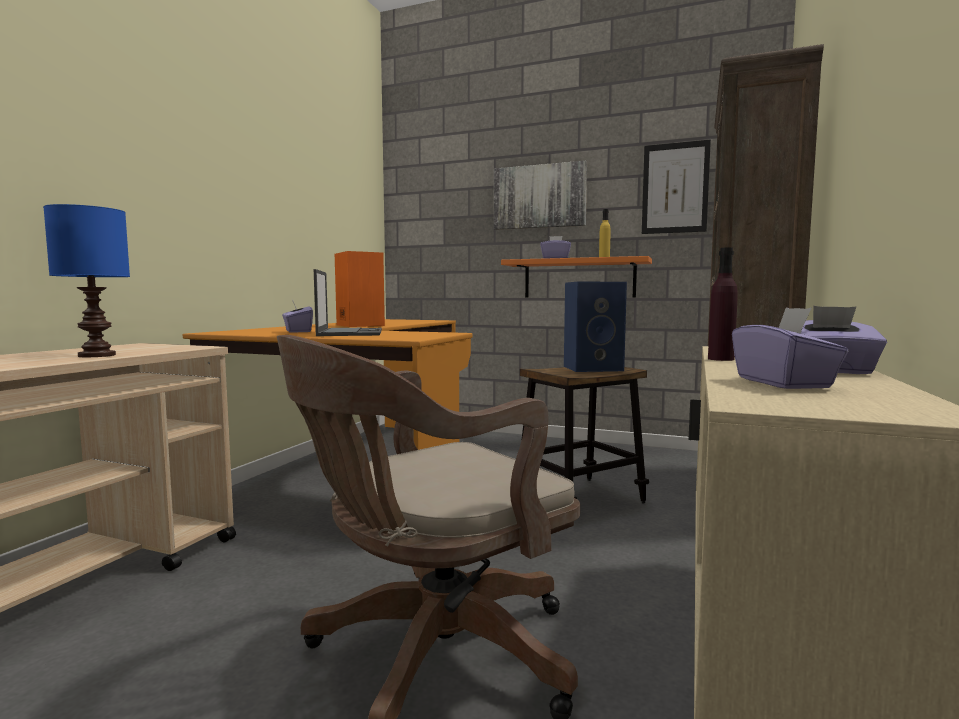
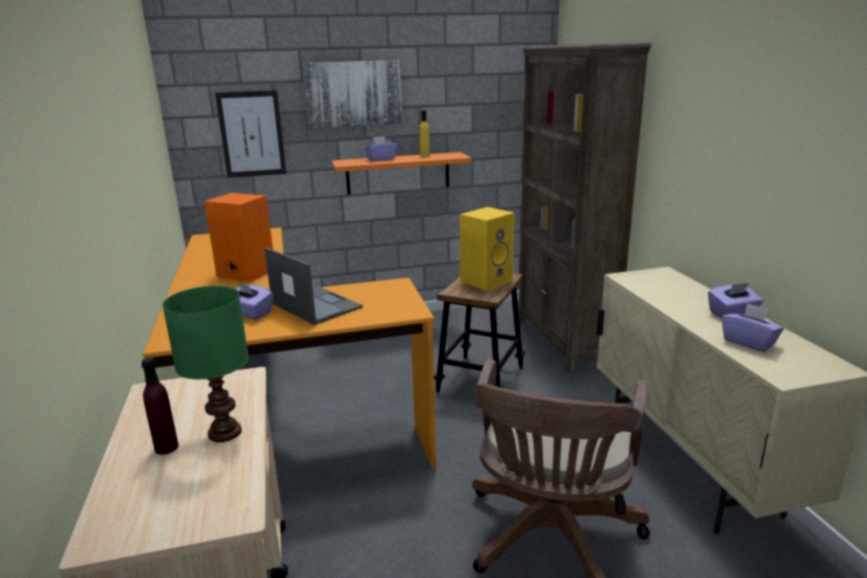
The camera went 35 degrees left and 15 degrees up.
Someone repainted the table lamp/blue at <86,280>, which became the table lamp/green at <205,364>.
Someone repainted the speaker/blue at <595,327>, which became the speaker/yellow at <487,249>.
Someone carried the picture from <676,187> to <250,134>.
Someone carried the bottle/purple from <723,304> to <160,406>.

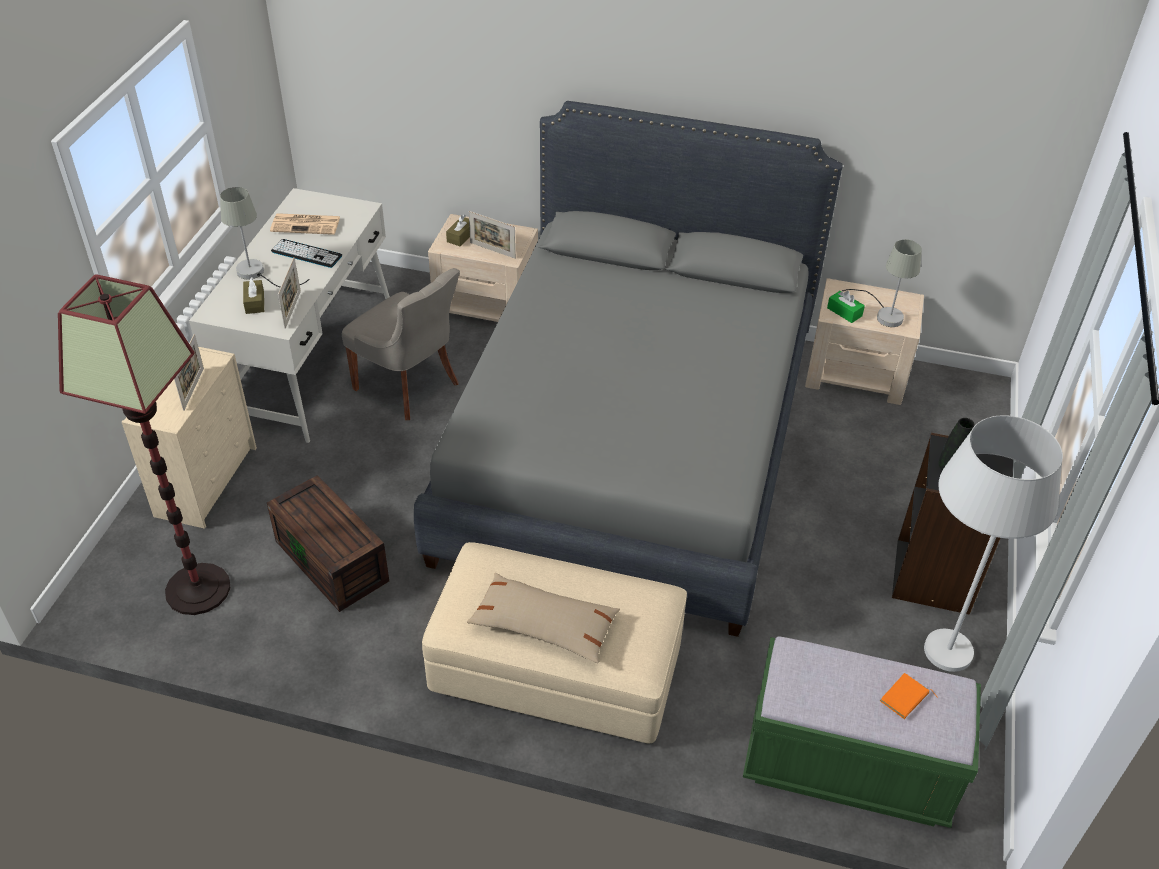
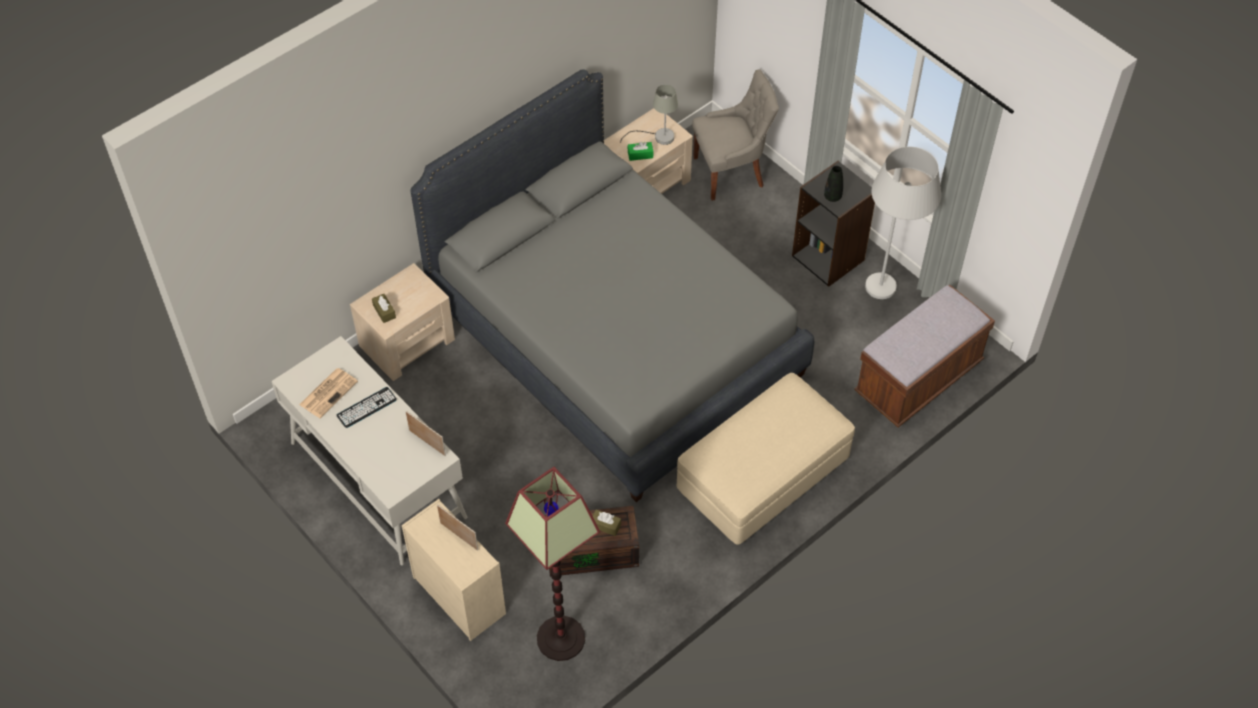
The camera went 55 degrees left and 10 degrees up.
Someone took away the table lamp/grey at <265,237>.
Someone carried the tissue box/brown from <253,295> to <607,522>.
Someone carried the chair/grey from <401,344> to <735,135>.
Someone took away the pillow/beige at <543,618>.
Someone took away the picture frame at <492,234>.
Someone repainted the bench/green at <862,732>, which became the bench/brown at <924,356>.
Someone took away the book/orange at <909,696>.

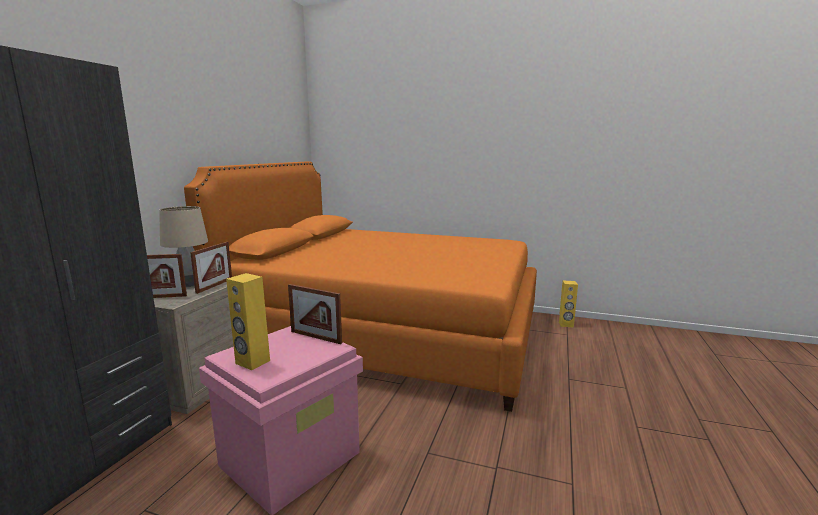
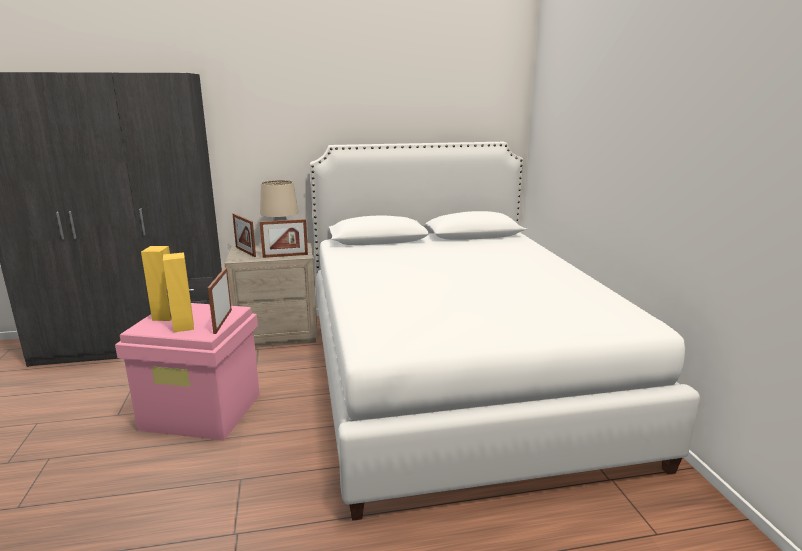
The camera went 60 degrees right and 5 degrees up.
Someone repainted the bed/orange at <360,286>, which became the bed/white at <505,331>.
Someone carried the speaker/yellow from <568,304> to <178,292>.

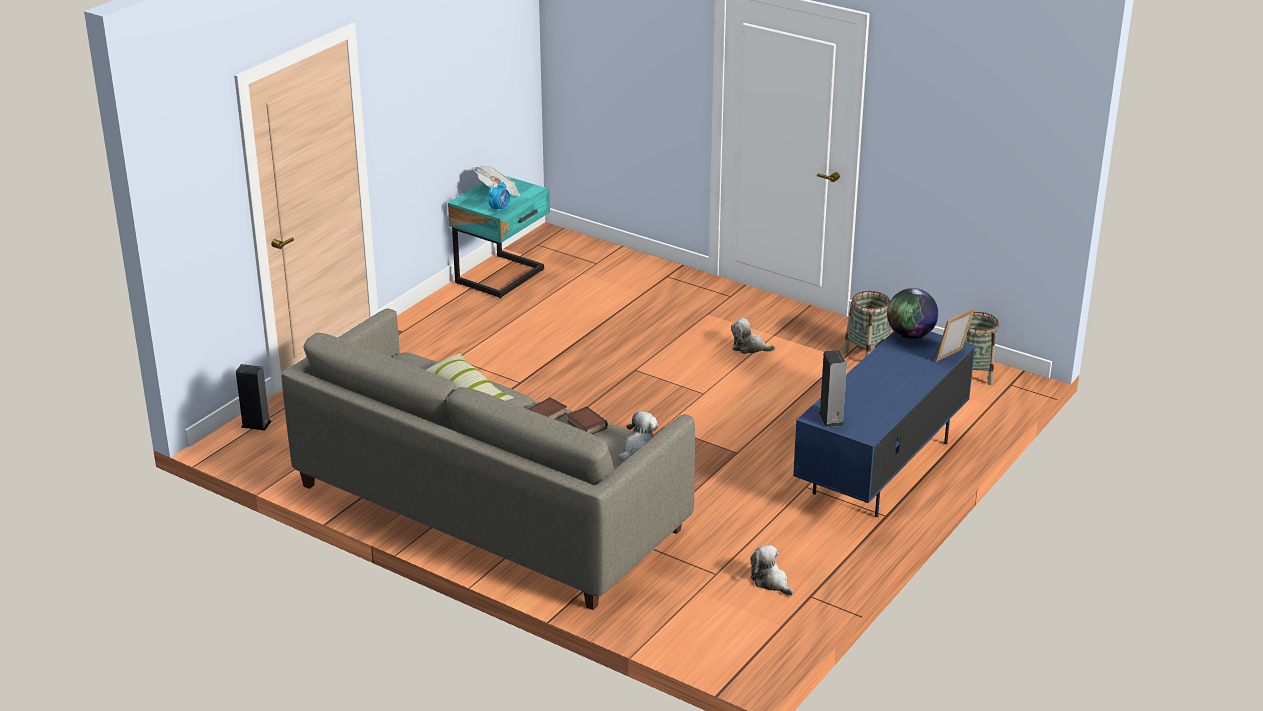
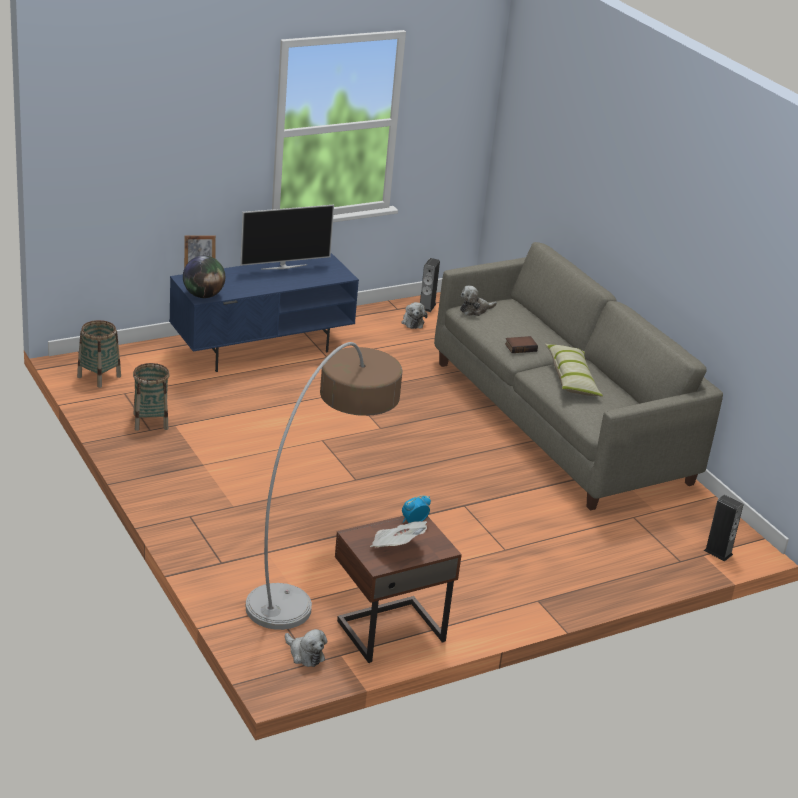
The camera went 155 degrees left and 0 degrees up.
Someone repainted the nightstand/turquoise at <499,237>, which became the nightstand/brown at <398,589>.
Someone took away the book at <587,420>.
Someone carried the plush toy from <753,336> to <306,648>.
Someone carried the speaker from <832,388> to <430,285>.
Someone put down the television at <287,237>.
Someone put down the floor lamp at <324,486>.

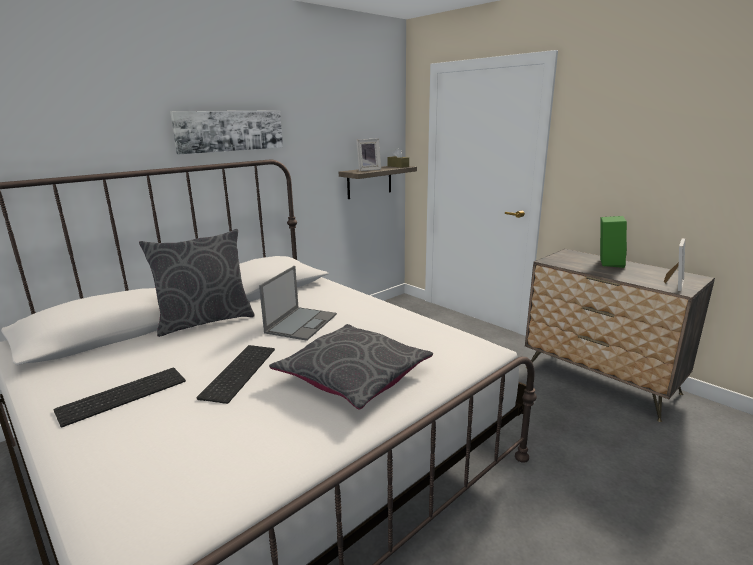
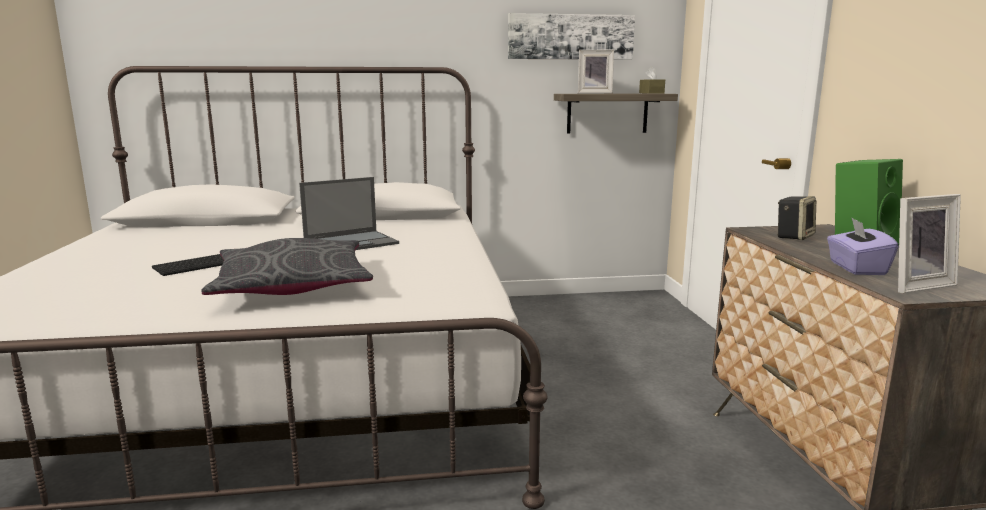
The camera went 35 degrees right and 5 degrees down.
Someone took away the keyboard at <119,397>.
Someone took away the pillow/grey at <196,283>.
Someone carried the picture from <226,132> to <571,36>.
Someone put down the speaker at <796,218>.
Someone put down the tissue box/purple at <863,246>.

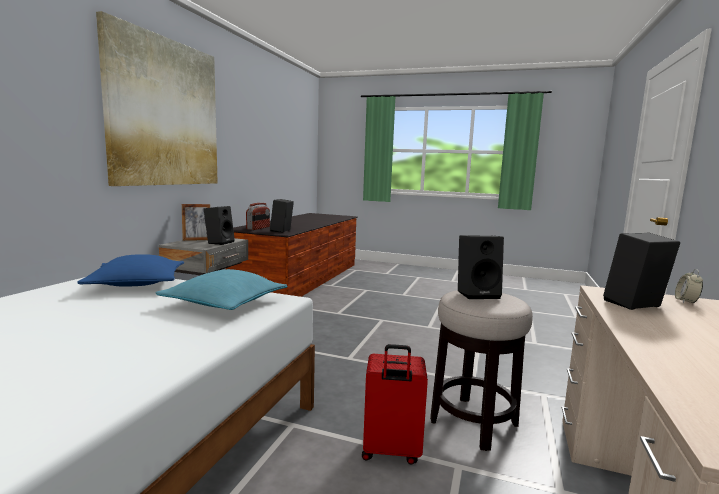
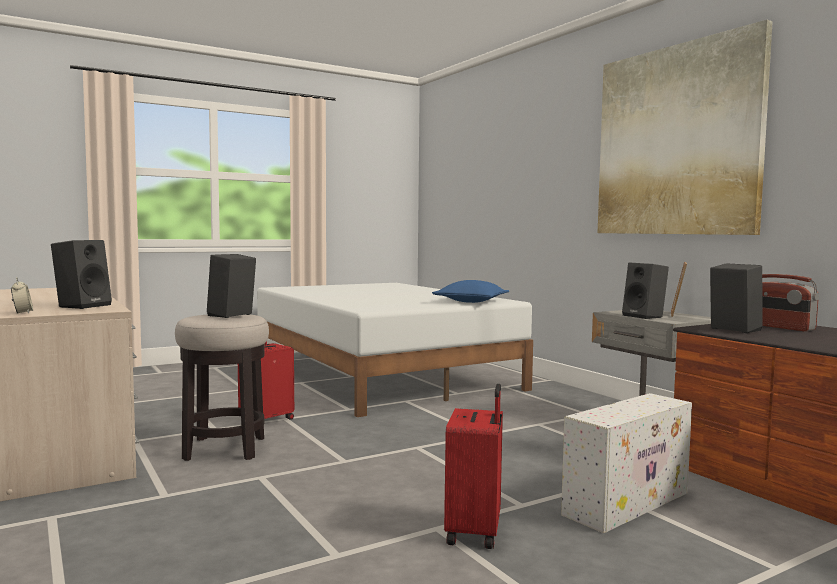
The camera went 130 degrees right and 5 degrees down.
Someone took away the pillow/turquoise at <222,289>.
Someone put down the suitcase/red at <473,466>.
Someone put down the storage box/white at <626,463>.

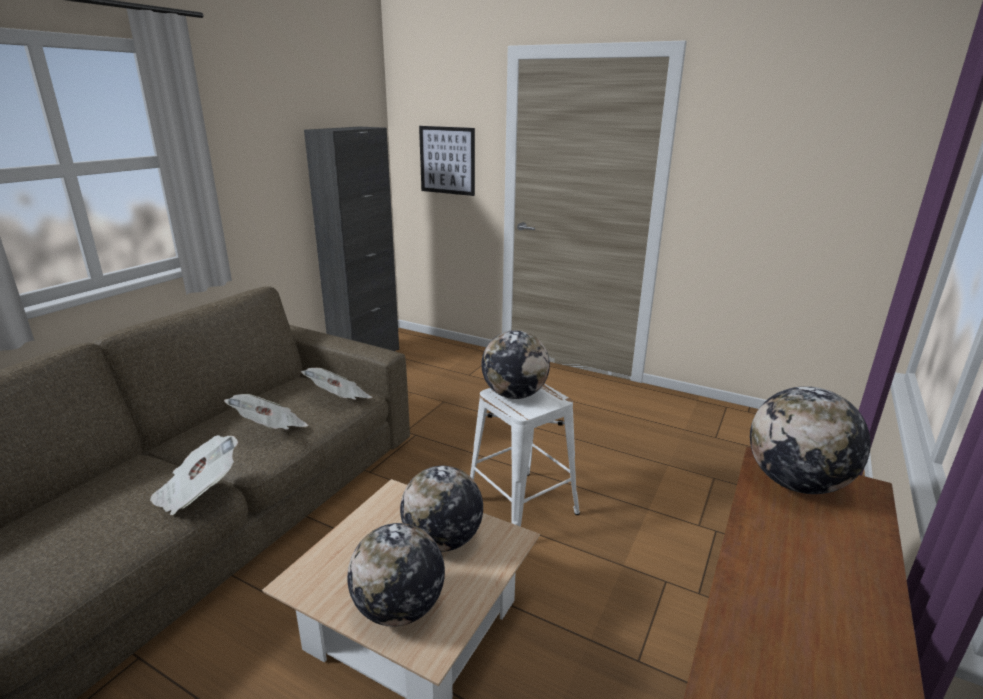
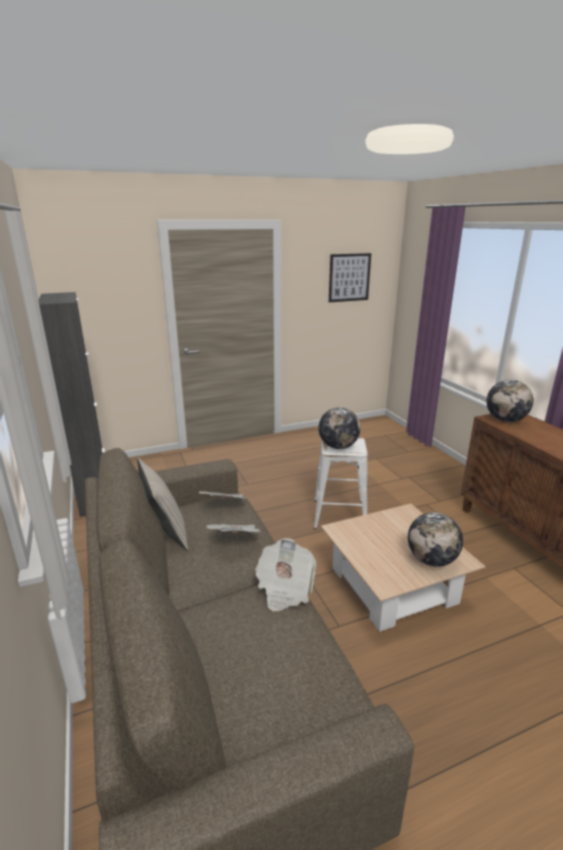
The camera went 50 degrees left and 0 degrees up.
Someone took away the globe at <441,509>.
Someone carried the picture from <447,161> to <350,277>.
Someone put down the pillow/beige at <162,504>.

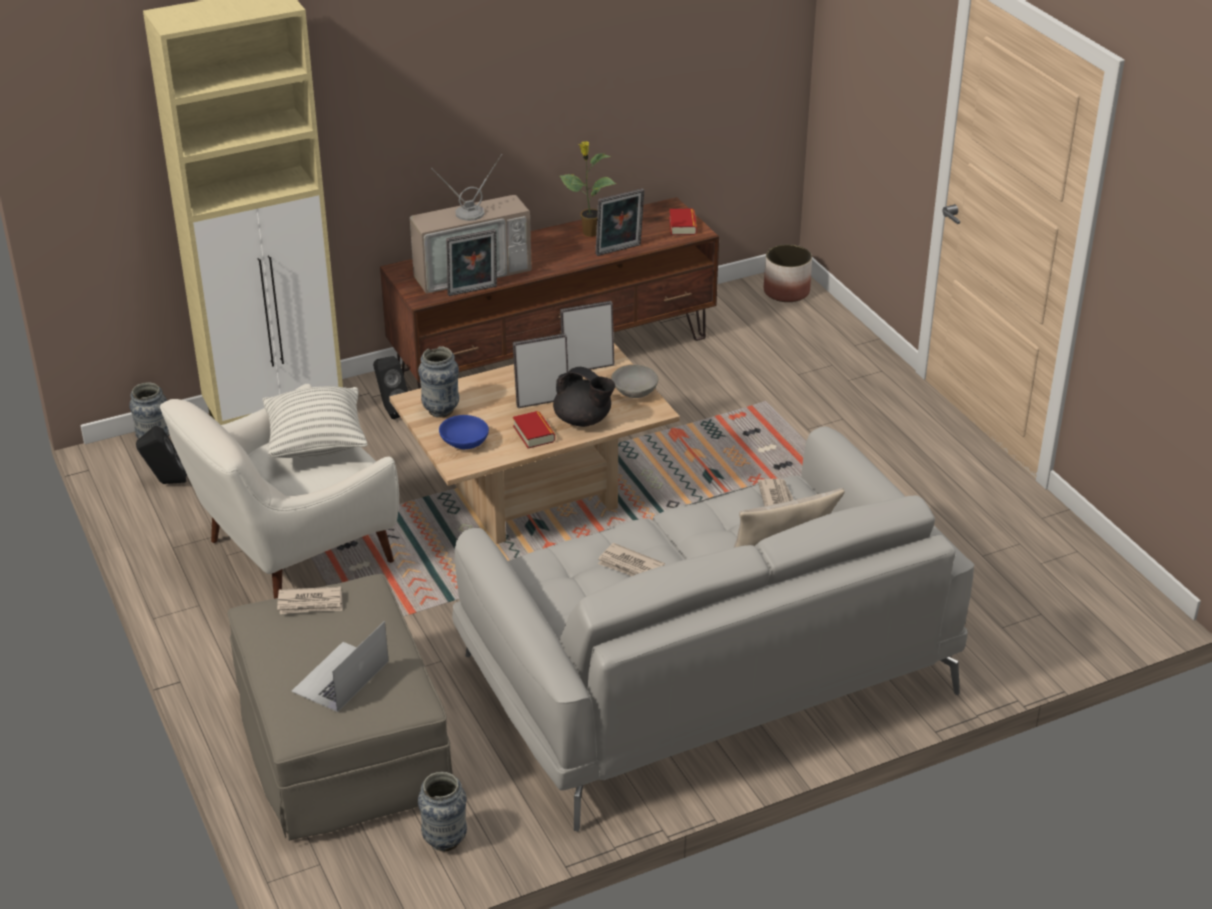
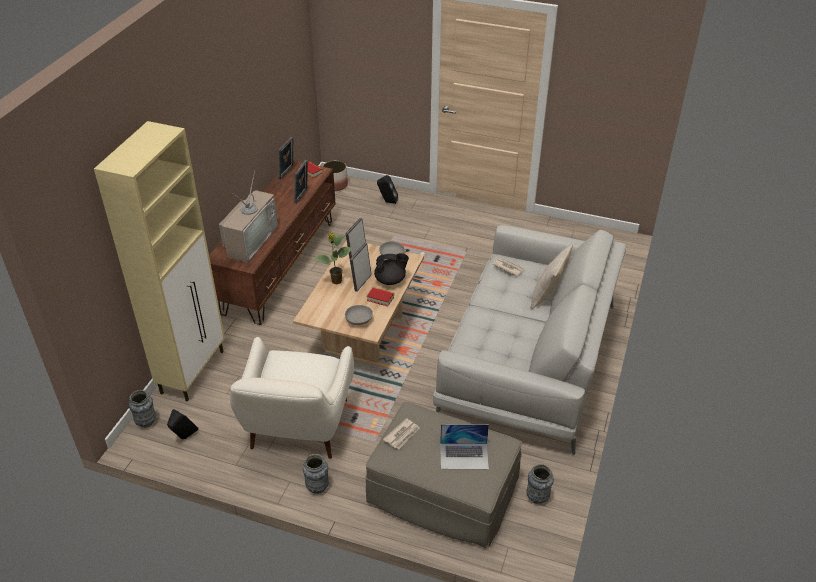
The camera went 45 degrees left and 5 degrees up.
Someone took away the pillow at <315,422>.
Someone rotated the laptop at <340,666> by 75 degrees counterclockwise.
Someone carried the speaker/black from <390,387> to <387,189>.
Someone carried the vase from <438,382> to <316,474>.
Someone repainted the bowl/blue at <464,432>, which became the bowl/grey at <359,315>.
Someone carried the picture frame from <471,262> to <285,158>.
Someone carried the potted plant from <588,189> to <334,258>.
Someone took away the newspaper at <631,559>.

